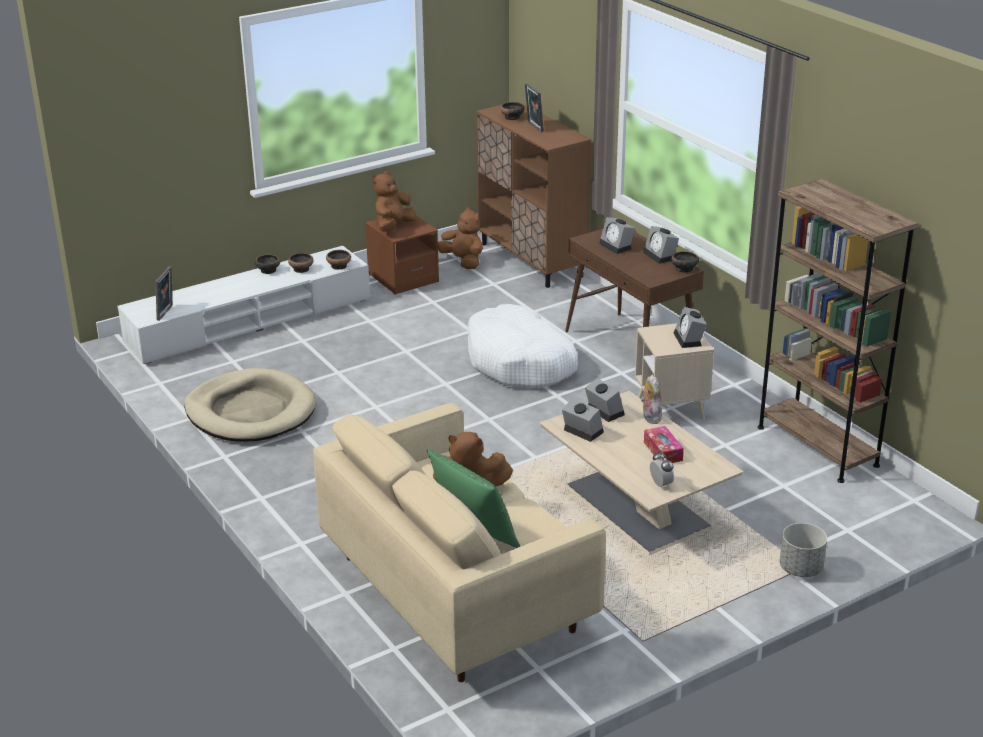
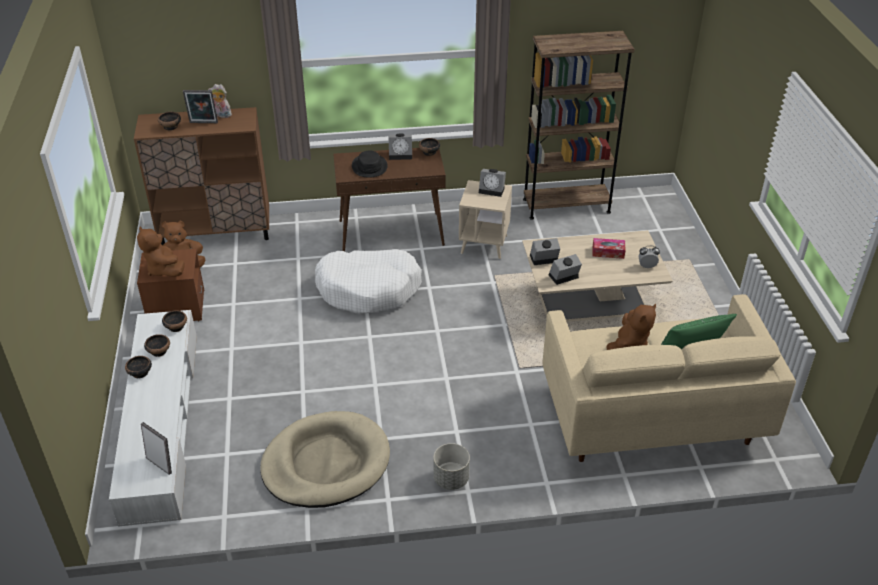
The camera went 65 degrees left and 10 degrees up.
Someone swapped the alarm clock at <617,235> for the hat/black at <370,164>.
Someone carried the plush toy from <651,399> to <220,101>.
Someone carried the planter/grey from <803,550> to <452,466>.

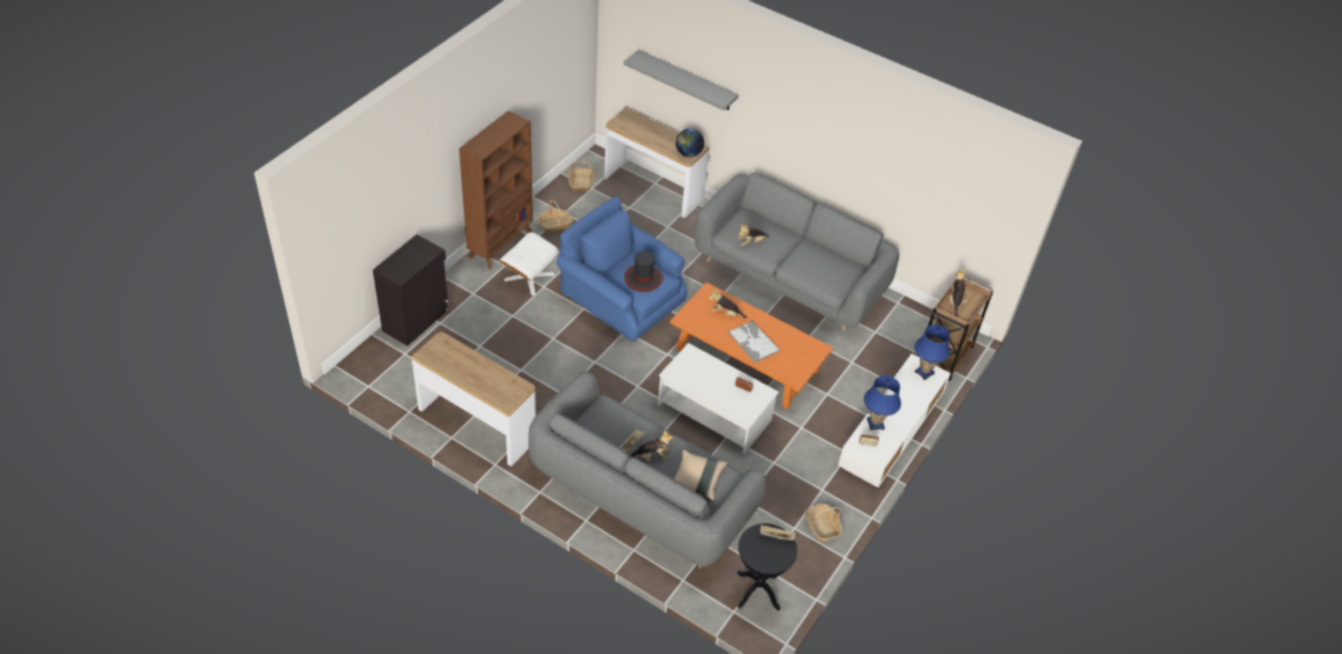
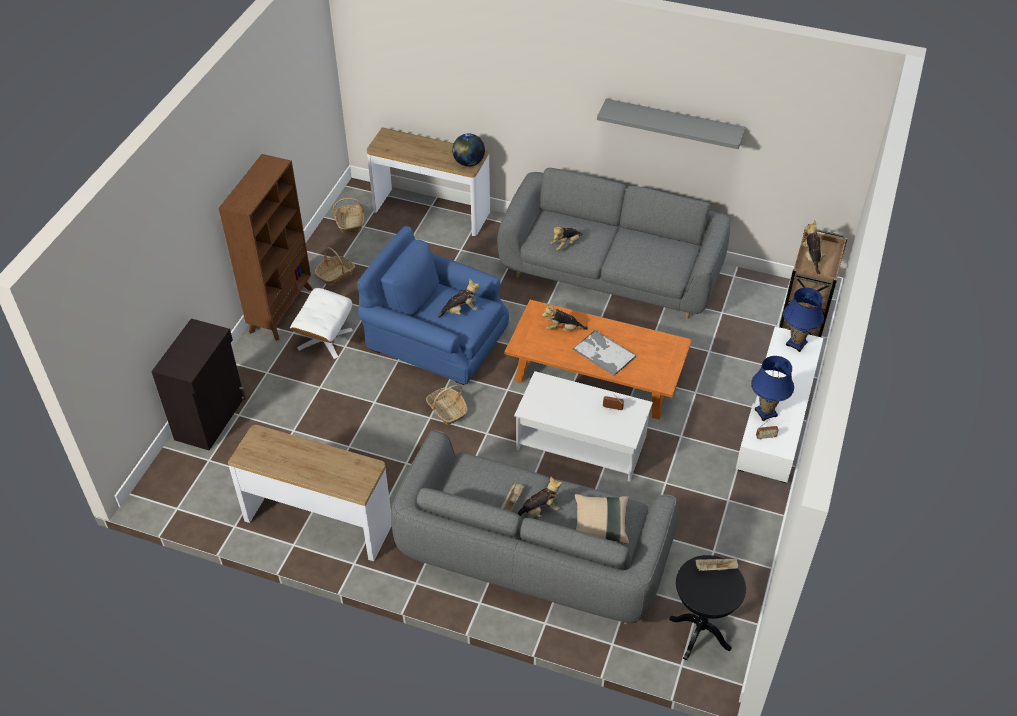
The camera went 10 degrees left and 0 degrees up.
Someone carried the shelf/grey from <681,80> to <671,124>.
Someone swapped the hat at <643,271> for the plush toy at <459,298>.
Someone carried the basket from <823,522> to <447,405>.

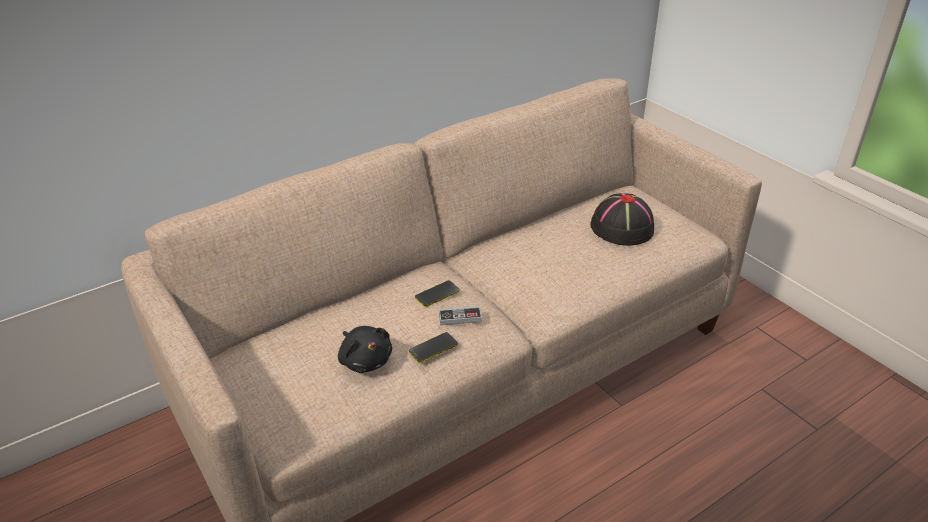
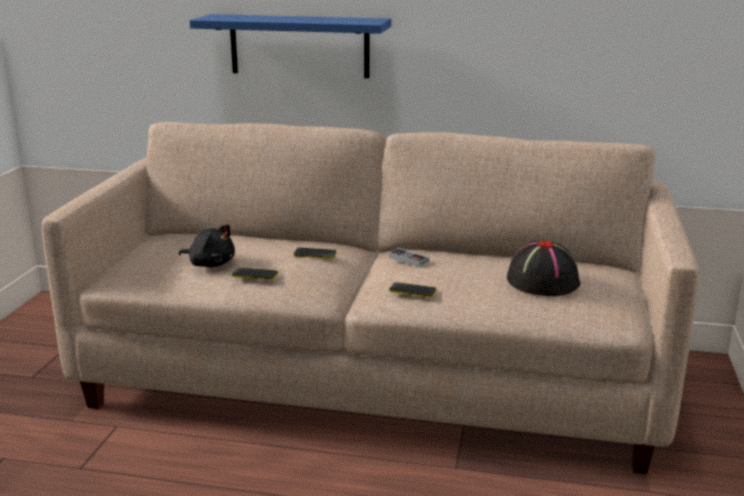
The camera went 45 degrees right and 15 degrees down.
Someone rotated the plush toy/black at <365,349> by 75 degrees counterclockwise.
Someone carried the game controller from <460,316> to <409,257>.
Someone put up the shelf/blue at <290,46>.
Someone put down the phone at <412,290>.

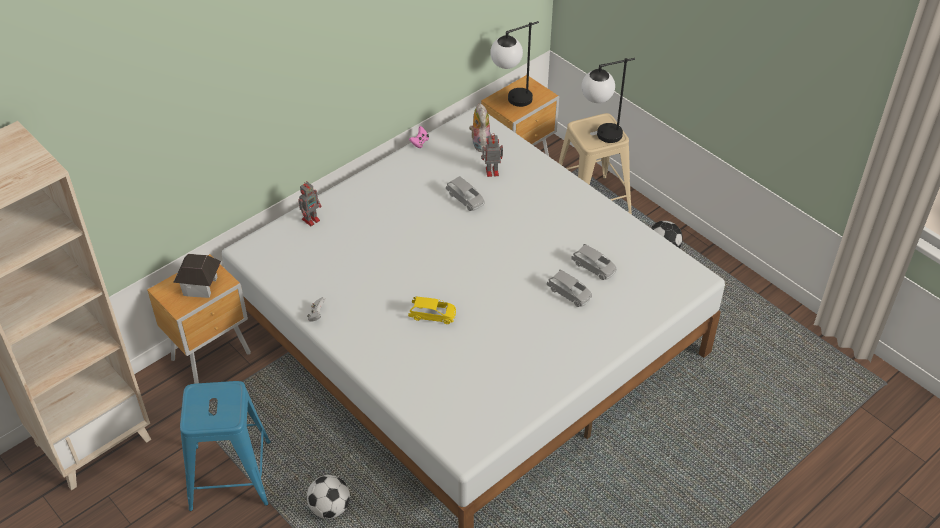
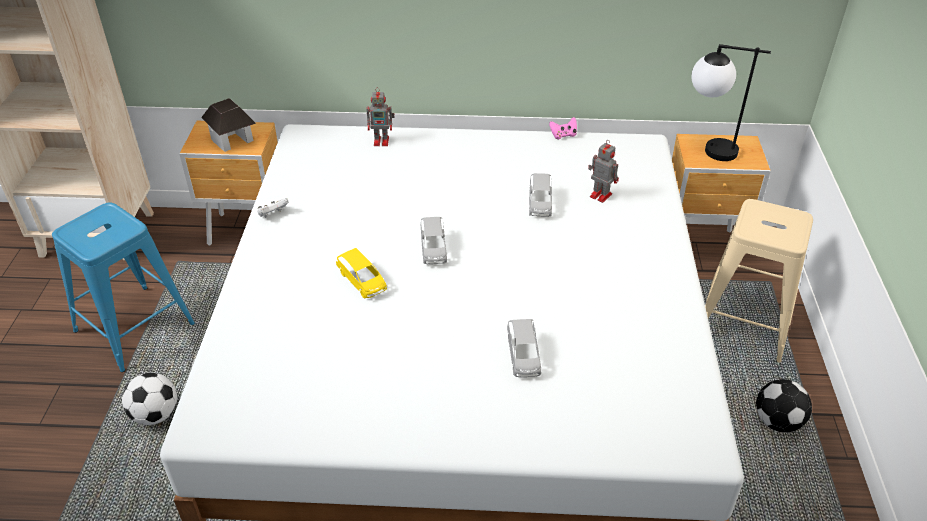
The camera went 45 degrees right and 5 degrees down.
Someone took away the plush toy at <480,128>.
Someone carried the toy car/grey from <593,262> to <434,240>.
Someone took away the table lamp at <608,100>.

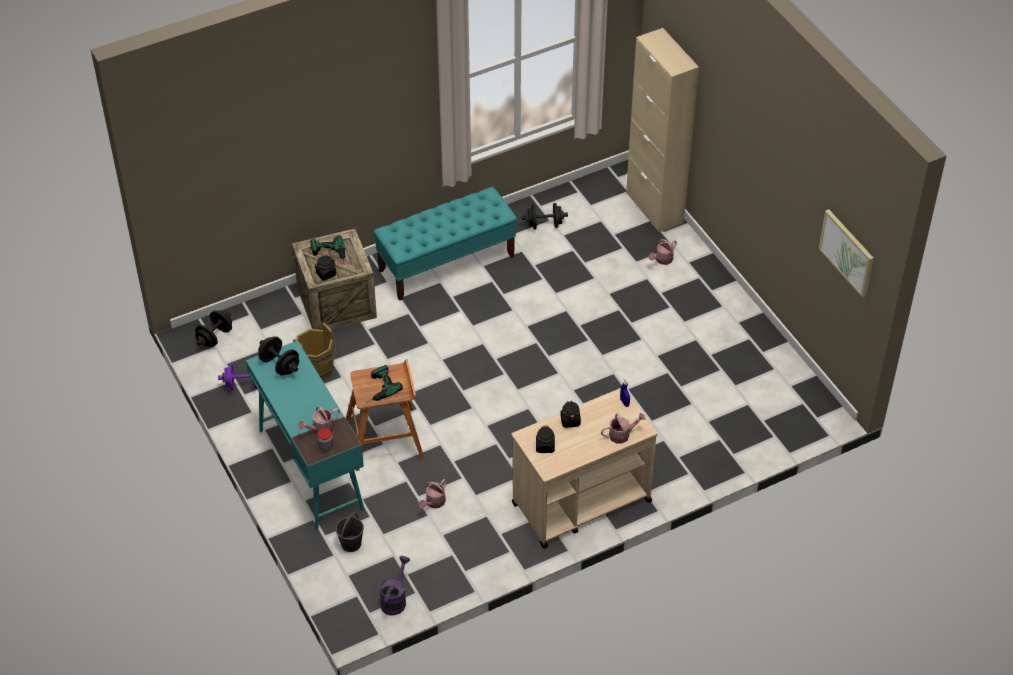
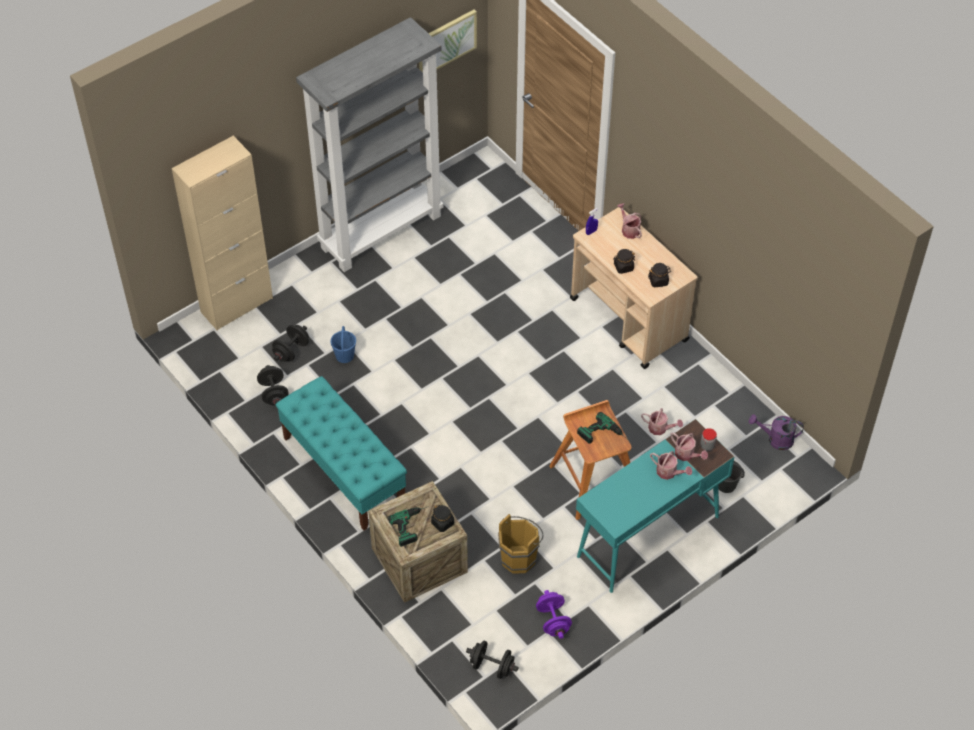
The camera went 100 degrees left and 5 degrees up.
Someone carried the dumbbell/black from <278,355> to <290,343>.
Someone carried the watering can from <663,252> to <671,465>.
Someone put down the bookcase/grey at <369,144>.
Someone put down the bucket/blue at <343,344>.

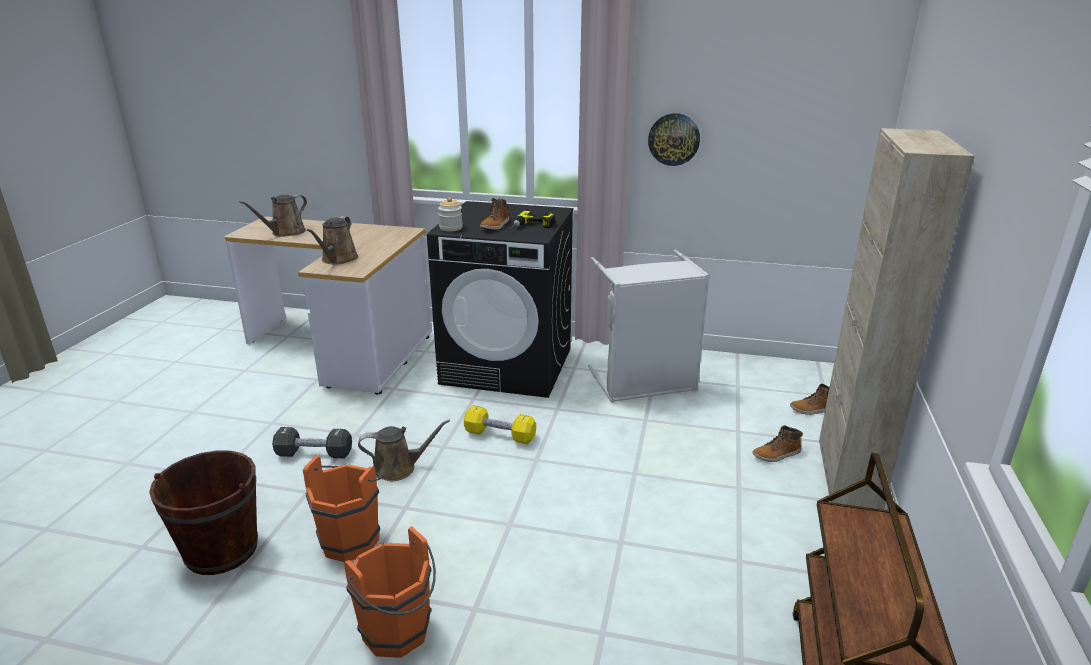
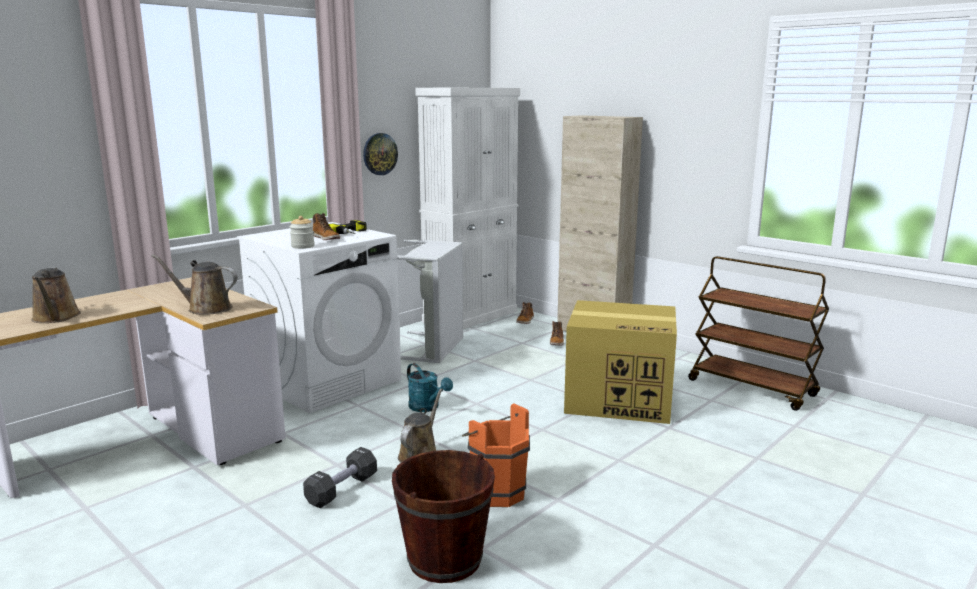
The camera went 60 degrees left and 10 degrees down.
Someone rotated the watering can/brown at <332,240> by 150 degrees clockwise.
Someone took away the bucket/orange at <390,592>.
Someone repainted the washing machine/black at <500,299>, which became the washing machine/white at <319,317>.
Someone swapped the dumbbell/yellow at <500,424> for the watering can/turquoise at <430,387>.
Someone put down the cabinet/white at <467,208>.
Someone put down the cardboard box at <620,362>.

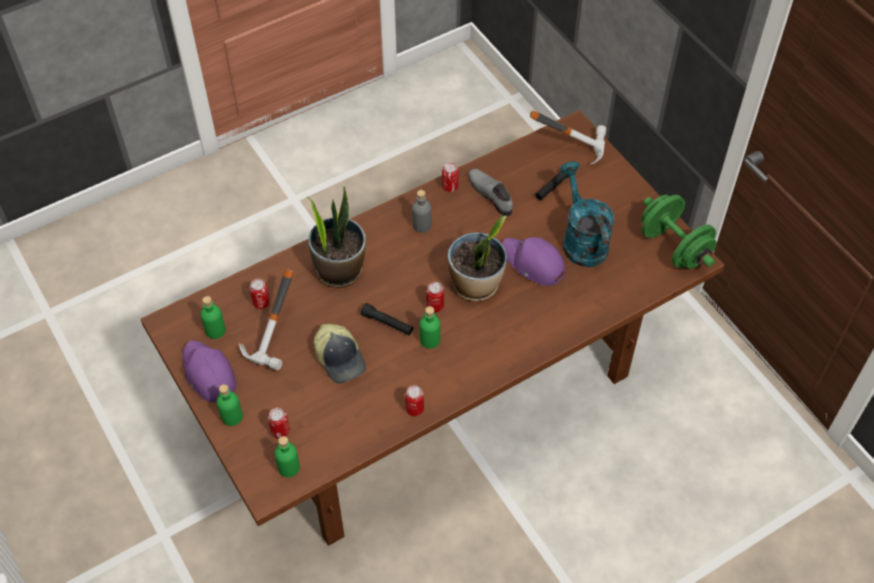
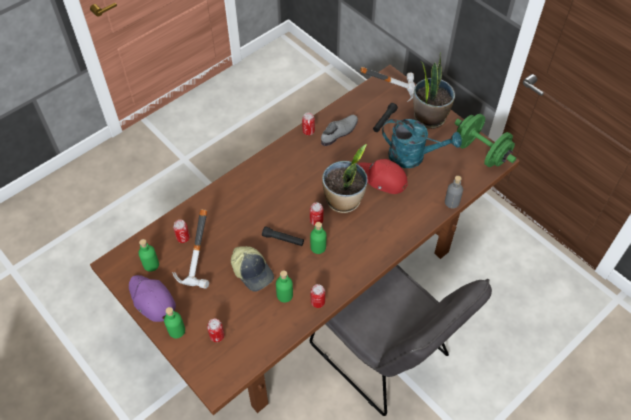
The camera went 10 degrees left and 0 degrees up.
Someone carried the bottle/green from <287,456> to <284,286>.
Someone carried the potted plant from <336,237> to <434,90>.
Someone carried the bottle/grey from <422,211> to <454,192>.
Someone rotated the shoe/grey at <490,192> by 90 degrees clockwise.
Someone repainted the cap/purple at <533,261>, which became the cap/red at <383,176>.
Someone rotated the watering can/turquoise at <587,214> by 135 degrees clockwise.
Someone put down the chair/grey at <401,340>.

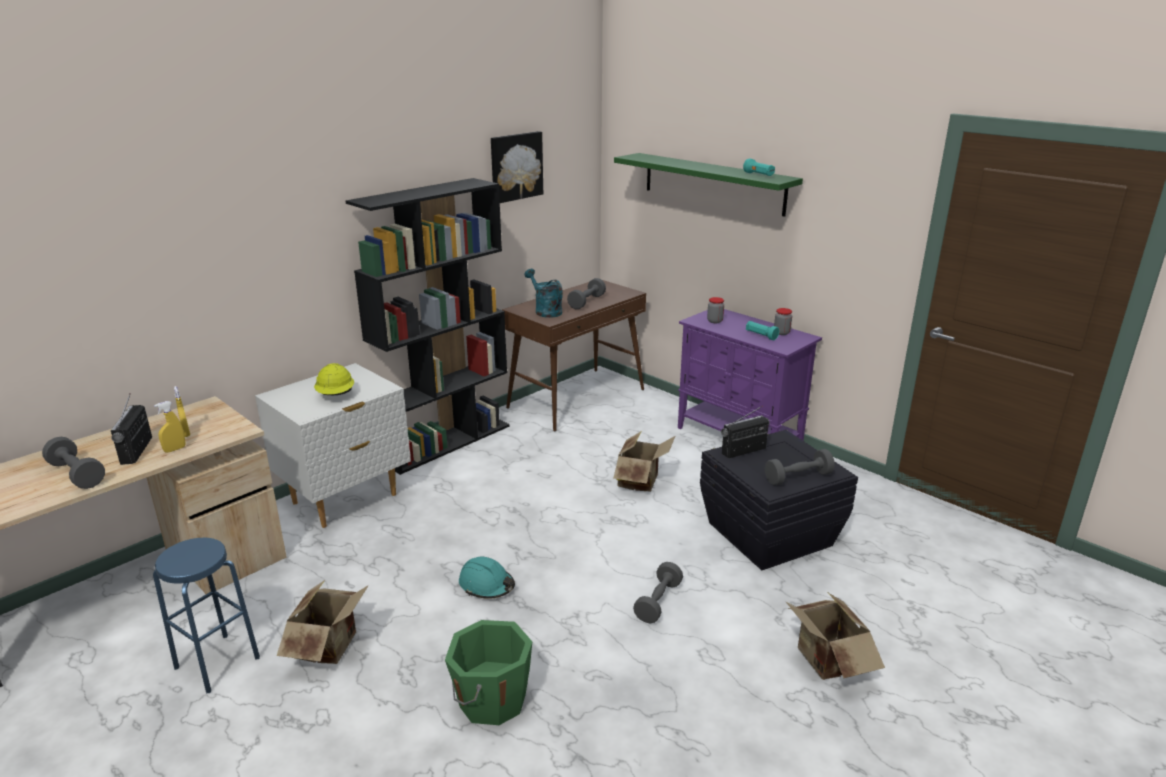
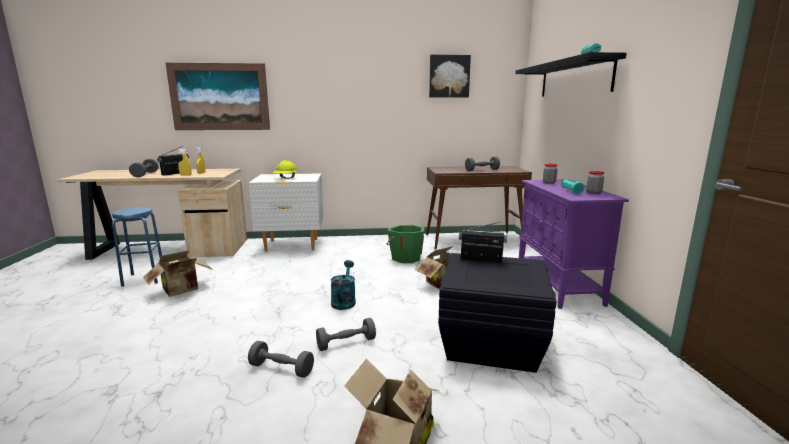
The camera went 40 degrees right and 10 degrees down.
Someone took away the bookcase/black at <427,326>.
Someone carried the bucket/green from <488,672> to <406,244>.
Someone took away the hard hat/turquoise at <487,578>.
Someone carried the watering can/turquoise from <543,293> to <343,285>.
Someone repainted the shelf/green at <708,185>, which became the shelf/black at <571,74>.
Someone carried the dumbbell/grey from <800,467> to <281,359>.
Someone put up the picture at <218,96>.

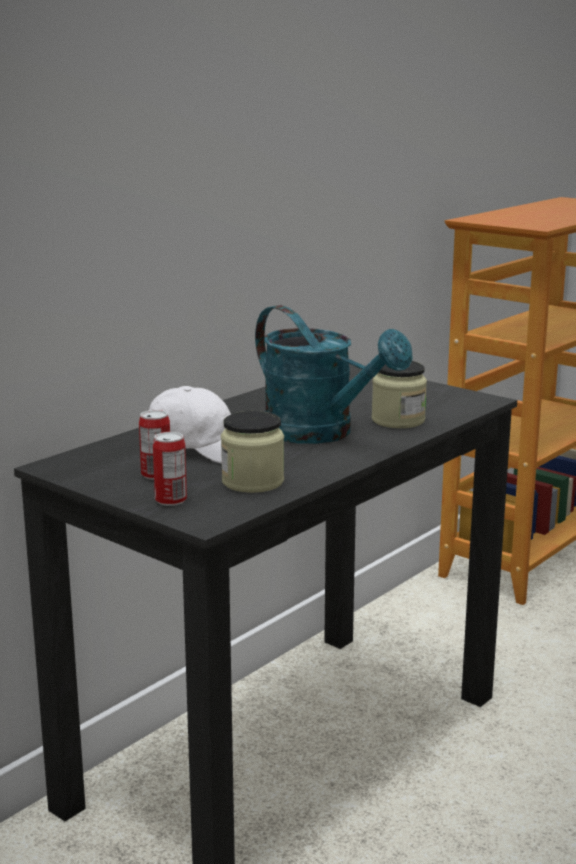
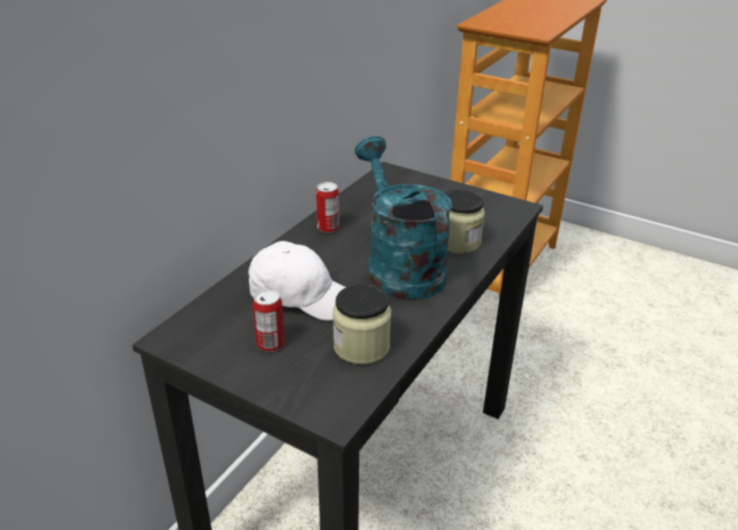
The camera went 10 degrees left and 15 degrees up.
Someone carried the can from <170,469> to <327,207>.
Someone rotated the watering can/turquoise at <333,374> by 150 degrees counterclockwise.

